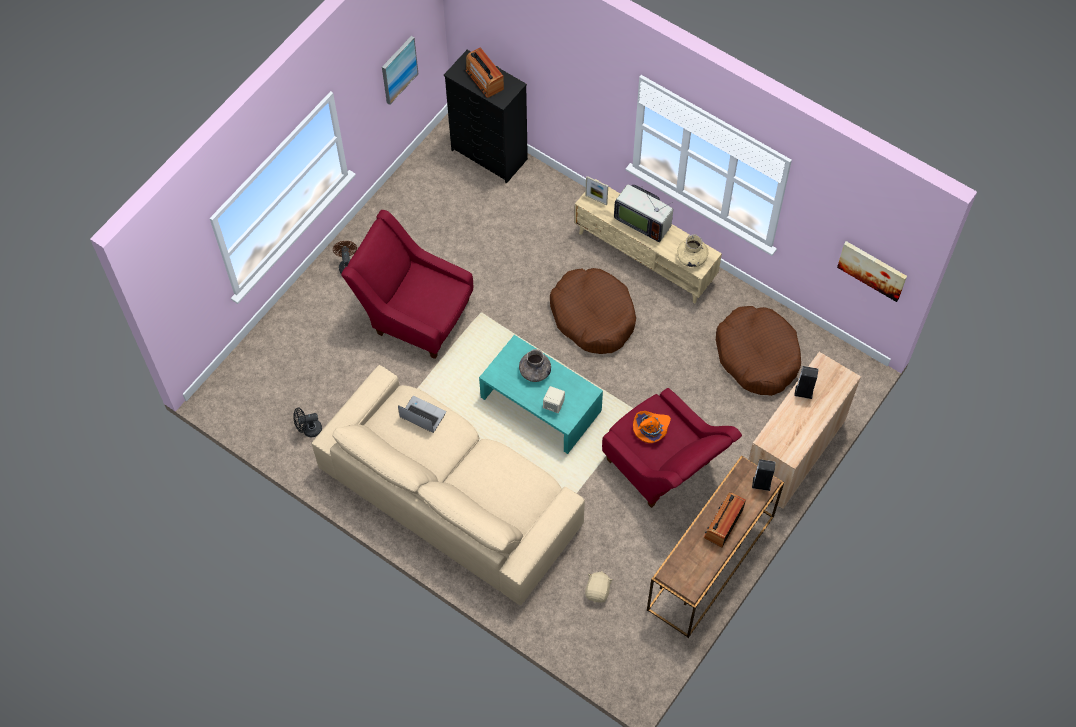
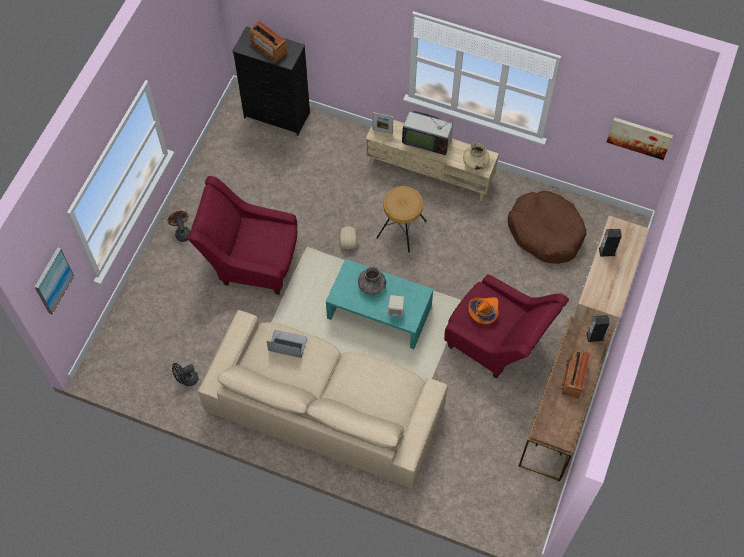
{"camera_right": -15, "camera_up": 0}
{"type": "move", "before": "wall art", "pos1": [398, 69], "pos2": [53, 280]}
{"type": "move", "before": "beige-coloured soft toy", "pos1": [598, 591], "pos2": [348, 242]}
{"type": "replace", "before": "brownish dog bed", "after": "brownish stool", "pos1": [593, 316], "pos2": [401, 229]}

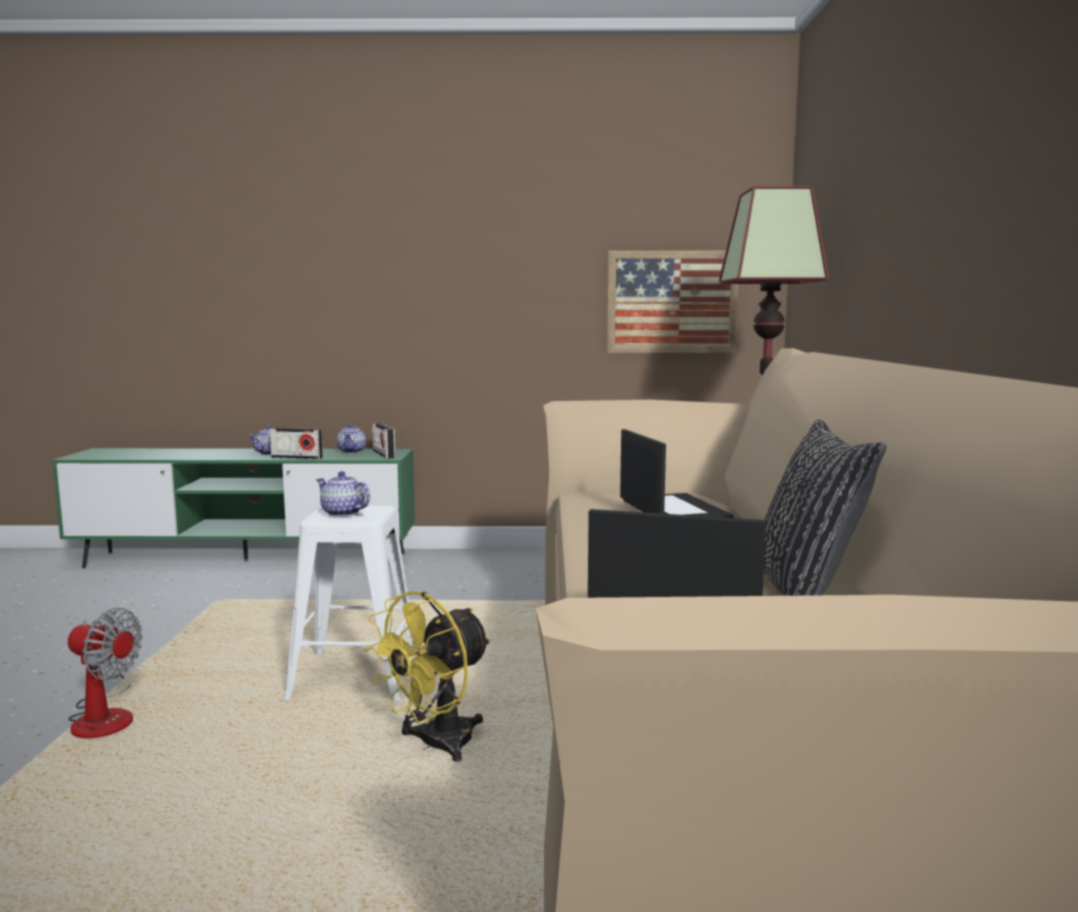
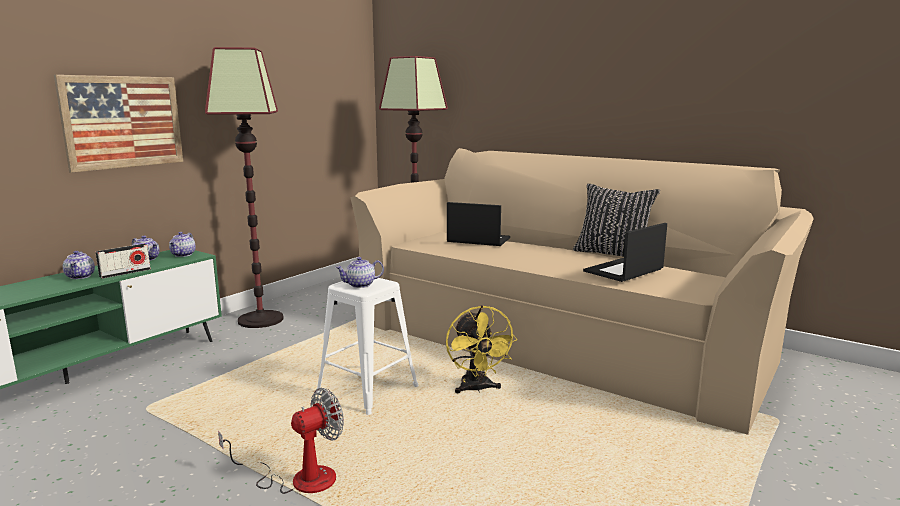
{"camera_right": -55, "camera_up": 5}
{"type": "insert", "after": "floor lamp", "pos2": [261, 319]}
{"type": "move", "before": "wall art", "pos1": [672, 302], "pos2": [123, 122]}
{"type": "replace", "before": "radio", "after": "tea pot", "pos1": [384, 454], "pos2": [183, 255]}

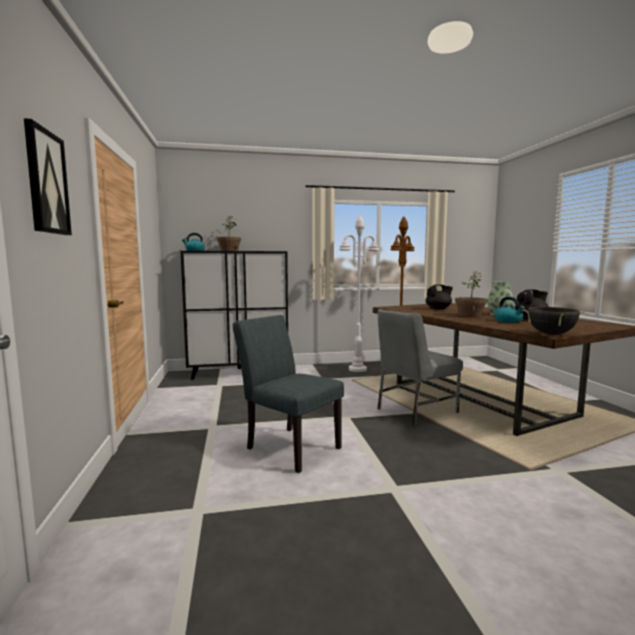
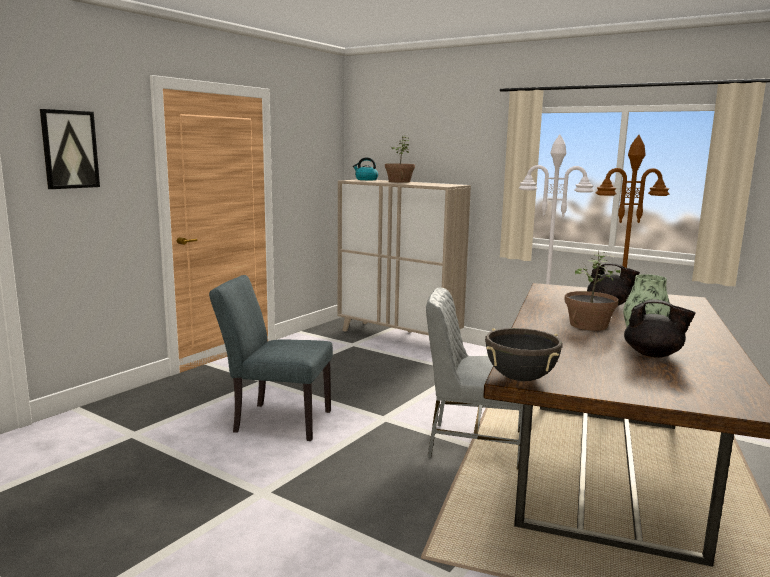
{"camera_right": 45, "camera_up": 5}
{"type": "delete", "before": "tea kettle", "pos1": [508, 321]}
{"type": "recolor", "before": "black-coloured cabinet", "after": "beige-coloured cabinet", "pos1": [239, 372], "pos2": [399, 336]}
{"type": "rotate", "before": "gray upright chair", "pos1": [288, 446], "pos2": [275, 420], "turn": -75}

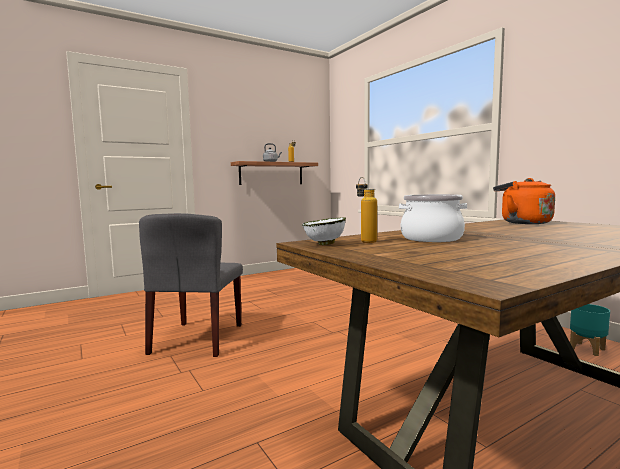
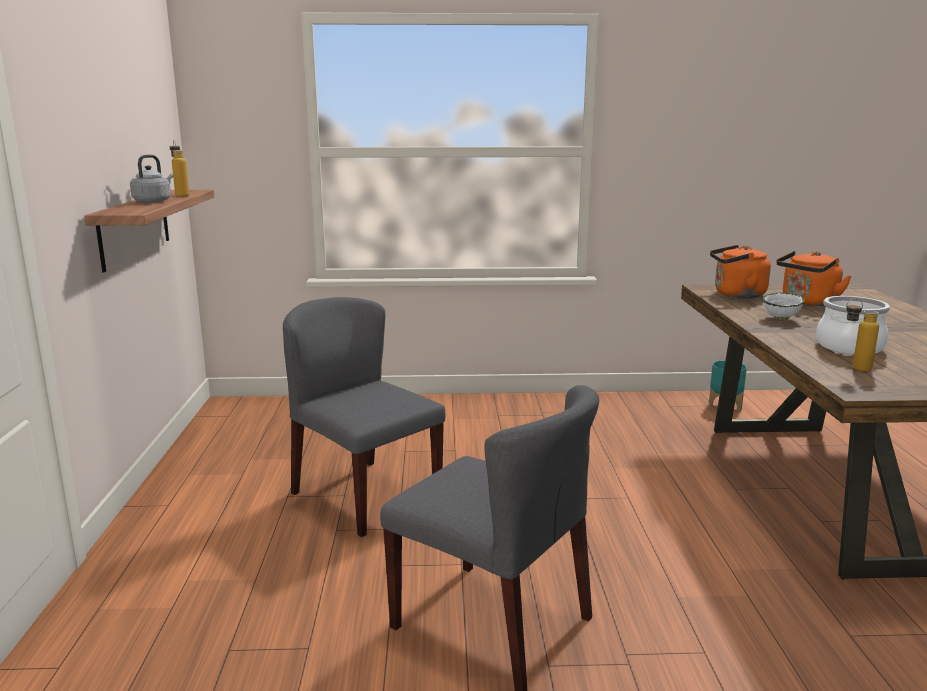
{"camera_right": -60, "camera_up": 10}
{"type": "insert", "after": "gray upright chair", "pos2": [364, 496]}
{"type": "insert", "after": "orange tea kettle", "pos2": [807, 302]}
{"type": "move", "before": "white bowl", "pos1": [325, 244], "pos2": [781, 318]}

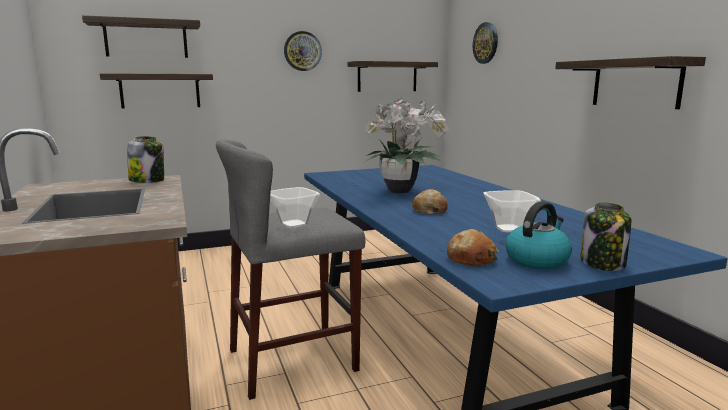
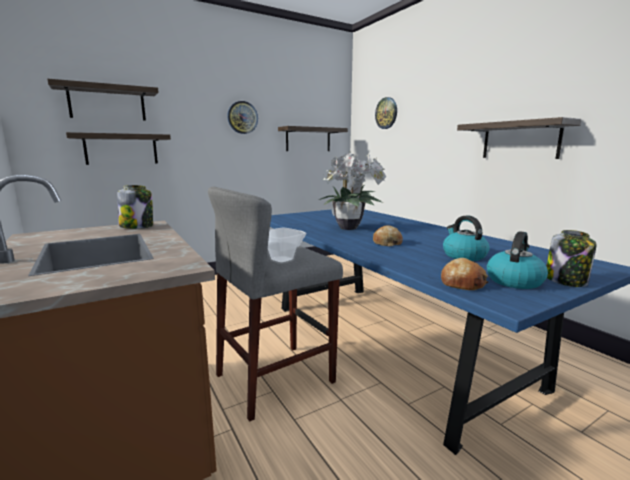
{"camera_right": -10, "camera_up": 0}
{"type": "replace", "before": "bowl", "after": "tea kettle", "pos1": [508, 229], "pos2": [463, 255]}

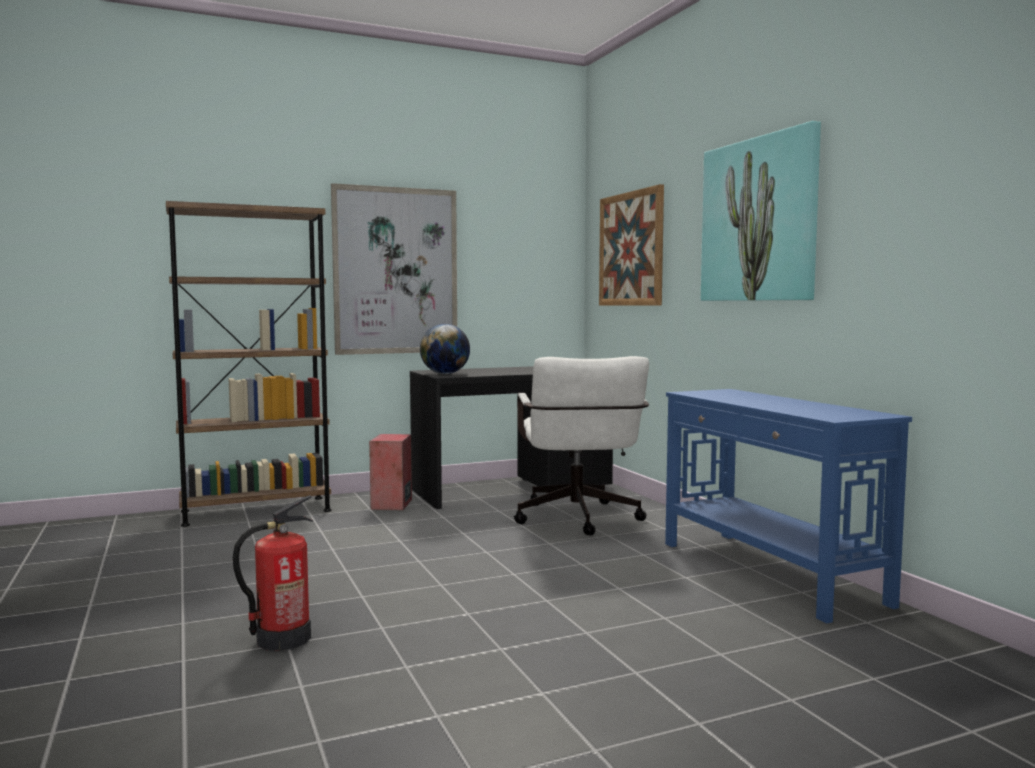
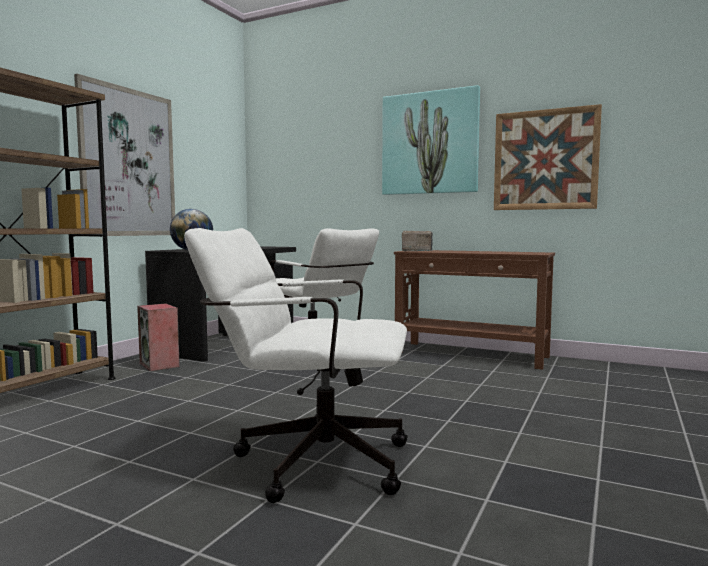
{"camera_right": -40, "camera_up": 0}
{"type": "insert", "after": "radio", "pos2": [417, 251]}
{"type": "move", "before": "wall art", "pos1": [631, 249], "pos2": [545, 160]}
{"type": "replace", "before": "extinguisher", "after": "white office chair", "pos1": [282, 639], "pos2": [308, 460]}
{"type": "recolor", "before": "bluish hall table", "after": "brownish hall table", "pos1": [768, 573], "pos2": [471, 355]}

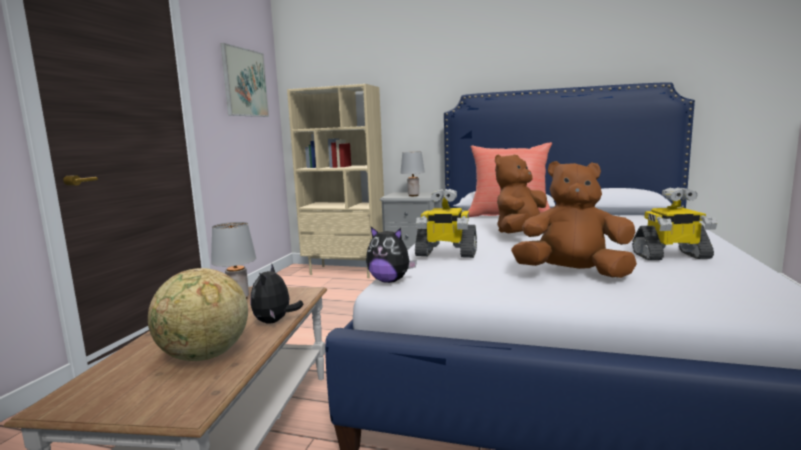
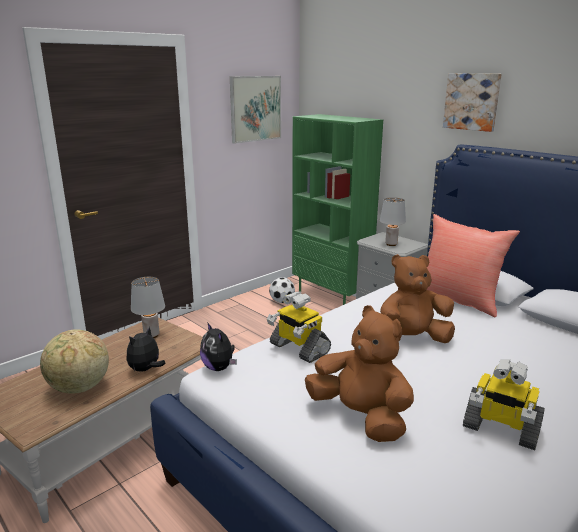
{"camera_right": 30, "camera_up": 10}
{"type": "insert", "after": "football", "pos2": [281, 301]}
{"type": "insert", "after": "wall art", "pos2": [472, 101]}
{"type": "recolor", "before": "beige-coloured shelving unit", "after": "green-coloured shelving unit", "pos1": [345, 271], "pos2": [331, 297]}

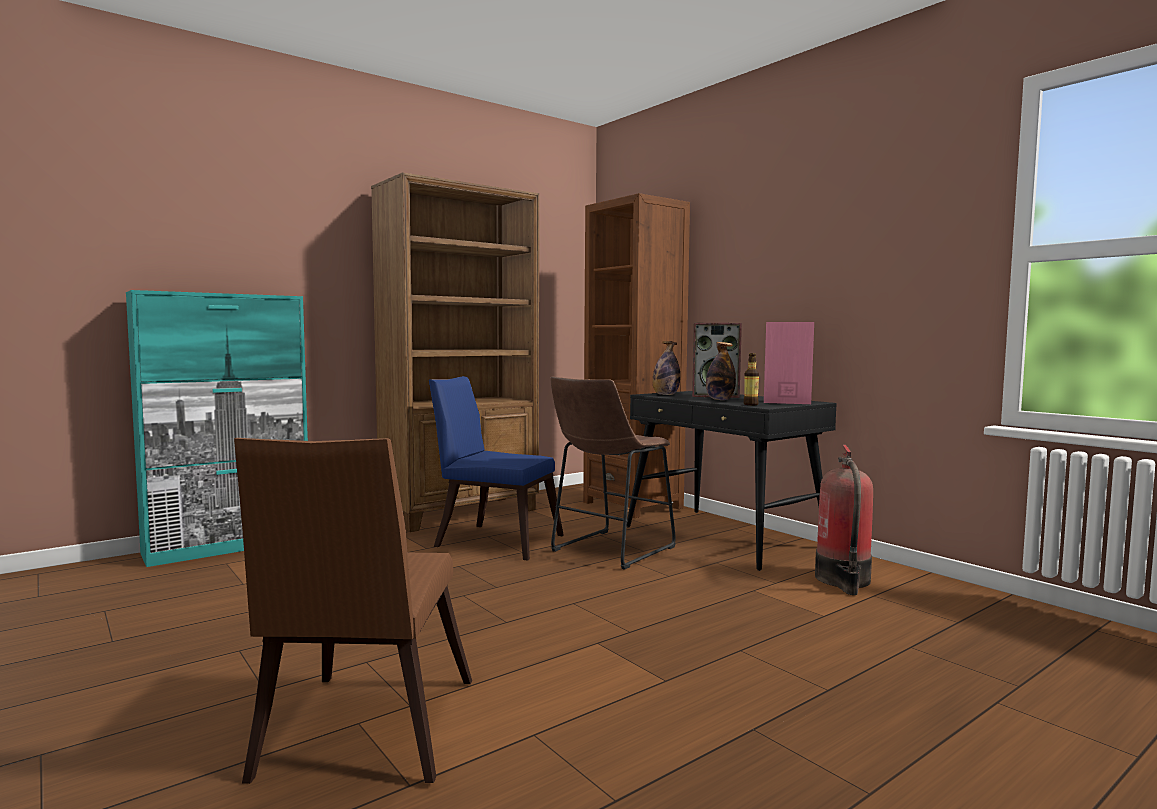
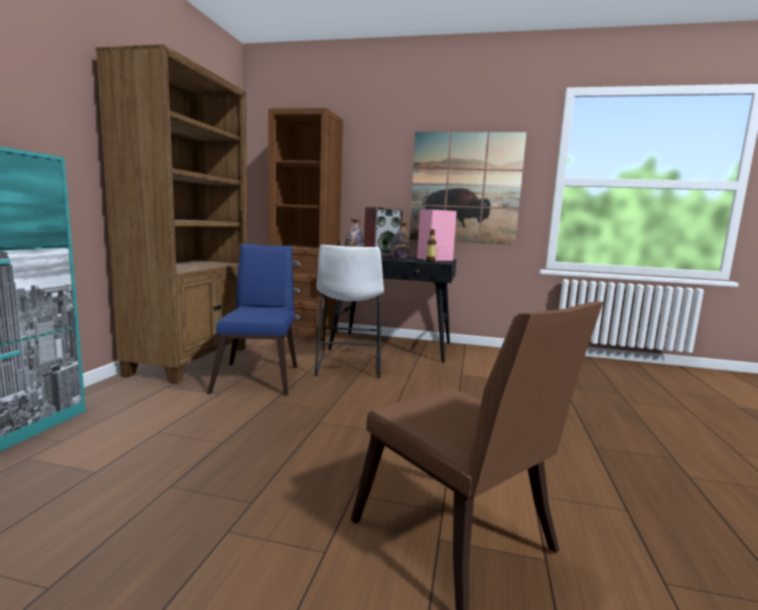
{"camera_right": -40, "camera_up": 5}
{"type": "delete", "before": "extinguisher", "pos1": [843, 580]}
{"type": "insert", "after": "wall art", "pos2": [465, 188]}
{"type": "recolor", "before": "brownish stool", "after": "white stool", "pos1": [608, 550], "pos2": [348, 367]}
{"type": "rotate", "before": "bluish upright chair", "pos1": [493, 540], "pos2": [259, 376], "turn": 105}

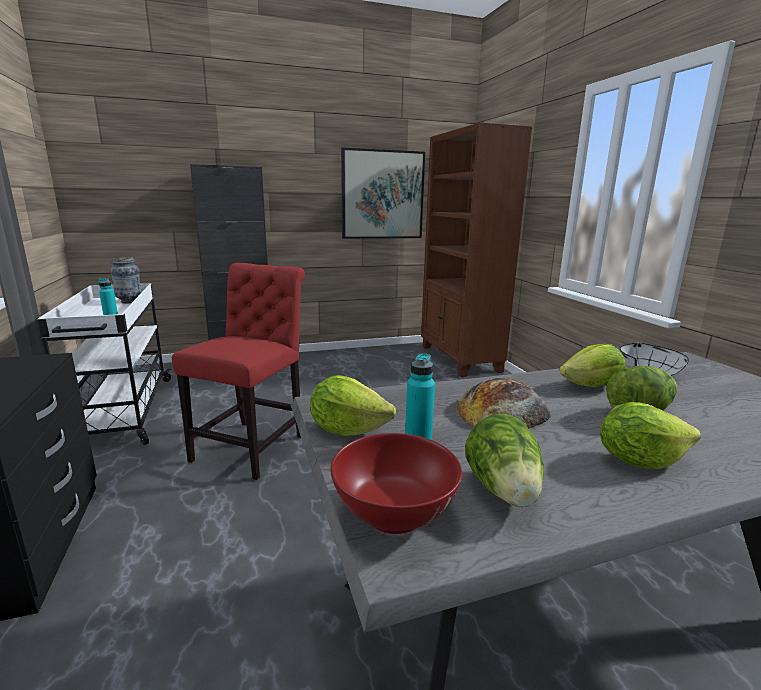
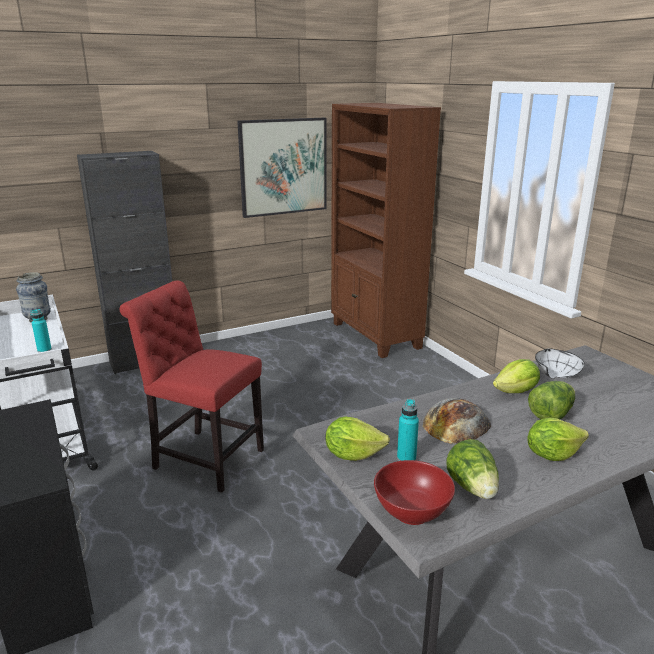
{"camera_right": -10, "camera_up": 5}
{"type": "rotate", "before": "reddish upright chair", "pos1": [253, 446], "pos2": [204, 458], "turn": -75}

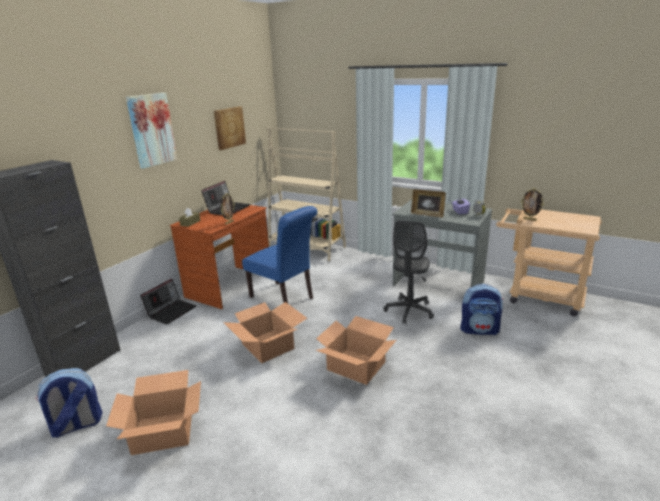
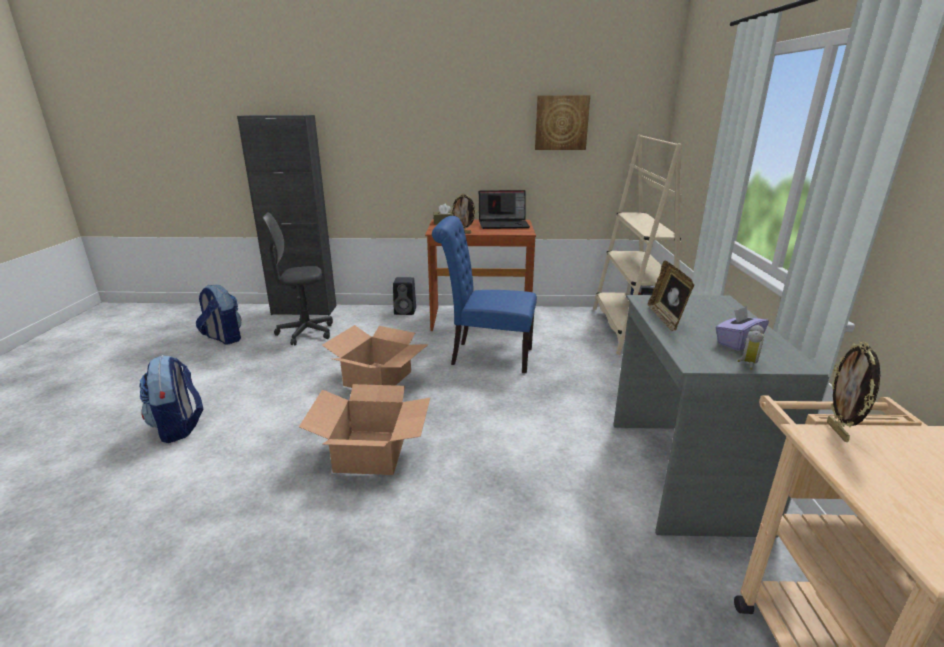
{"camera_right": 60, "camera_up": 0}
{"type": "delete", "before": "cardboard box", "pos1": [163, 431]}
{"type": "delete", "before": "wall art", "pos1": [151, 130]}
{"type": "move", "before": "gray office chair", "pos1": [409, 311], "pos2": [306, 333]}
{"type": "move", "before": "backpack", "pos1": [479, 330], "pos2": [179, 427]}
{"type": "replace", "before": "notebook computer", "after": "black-coloured loudspeaker", "pos1": [171, 311], "pos2": [406, 311]}
{"type": "rotate", "before": "bluish upright chair", "pos1": [284, 298], "pos2": [486, 356], "turn": 90}

